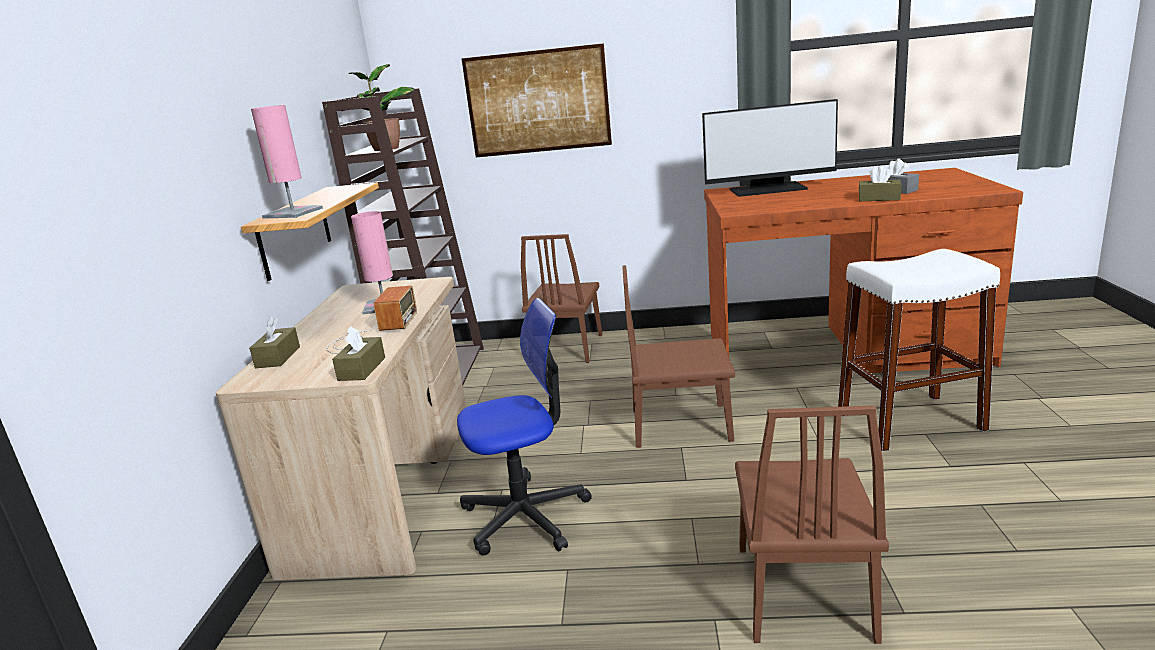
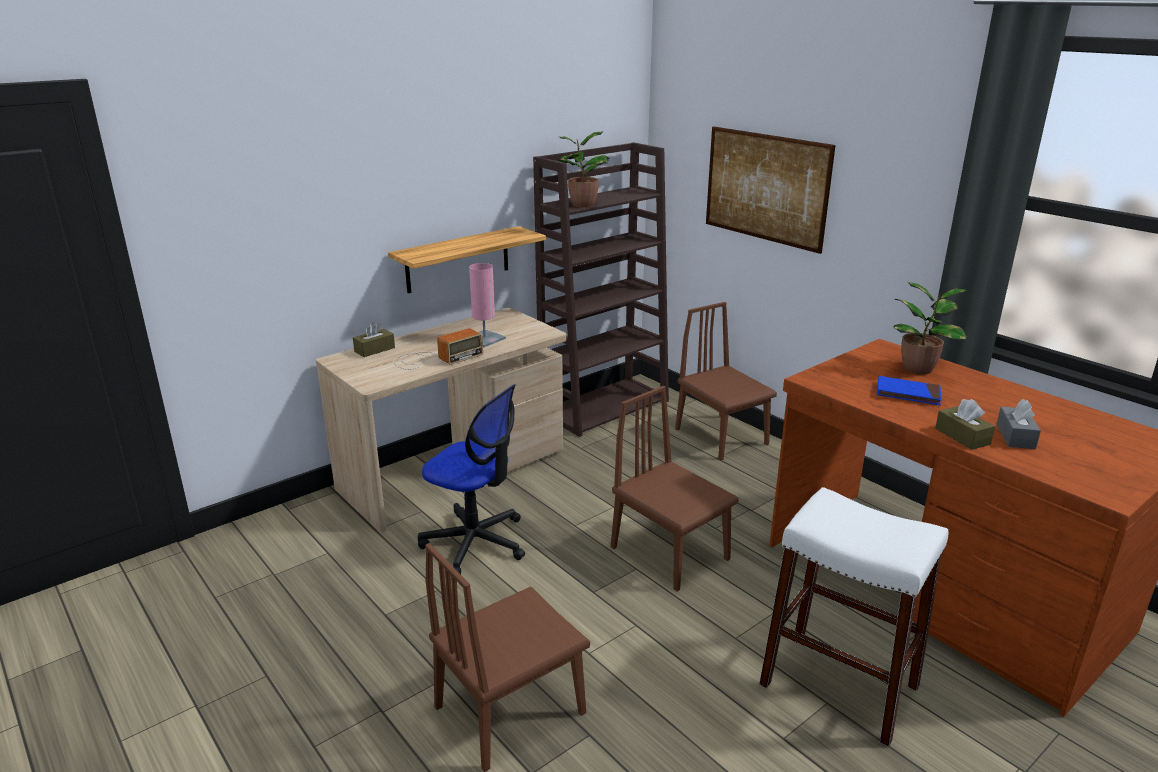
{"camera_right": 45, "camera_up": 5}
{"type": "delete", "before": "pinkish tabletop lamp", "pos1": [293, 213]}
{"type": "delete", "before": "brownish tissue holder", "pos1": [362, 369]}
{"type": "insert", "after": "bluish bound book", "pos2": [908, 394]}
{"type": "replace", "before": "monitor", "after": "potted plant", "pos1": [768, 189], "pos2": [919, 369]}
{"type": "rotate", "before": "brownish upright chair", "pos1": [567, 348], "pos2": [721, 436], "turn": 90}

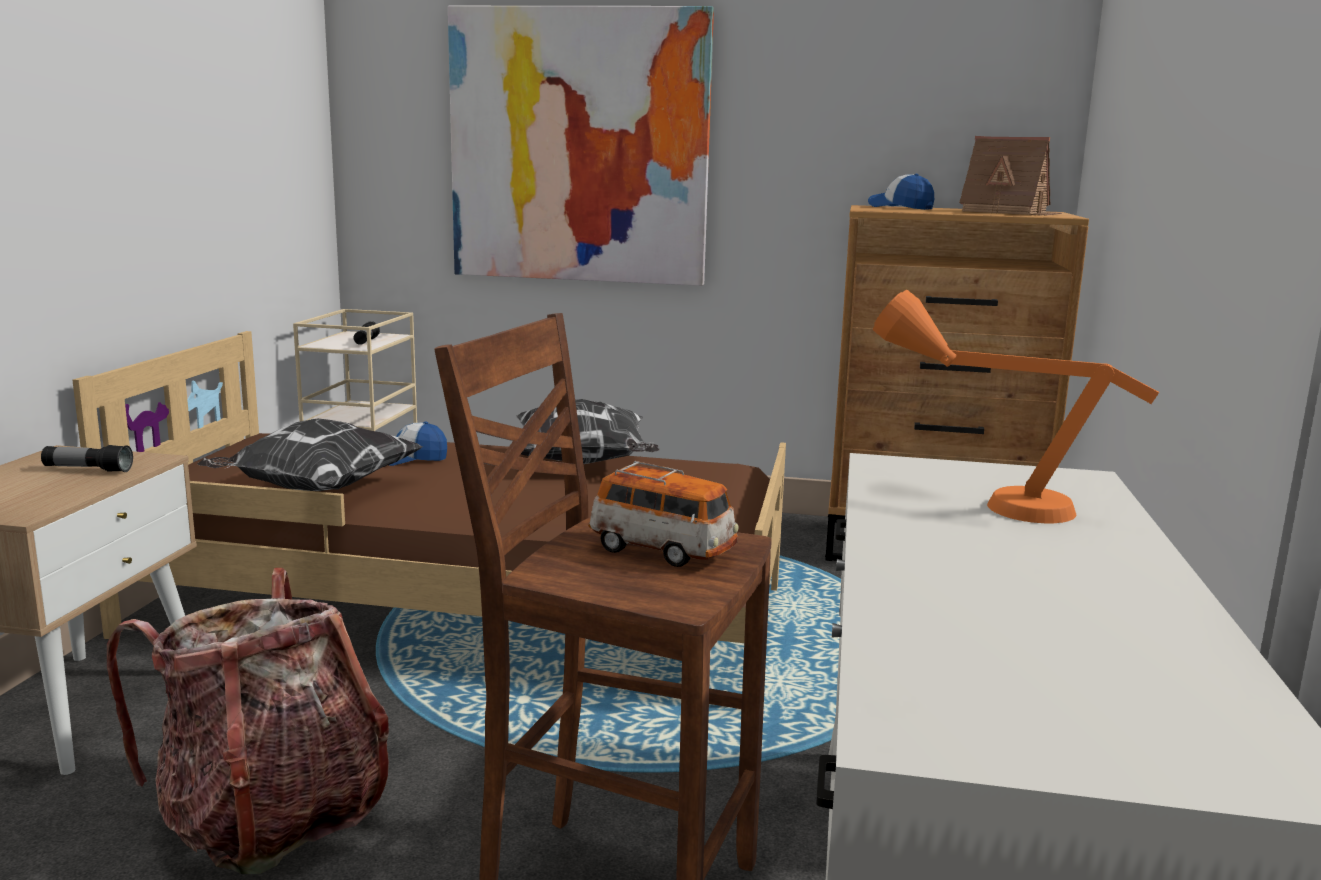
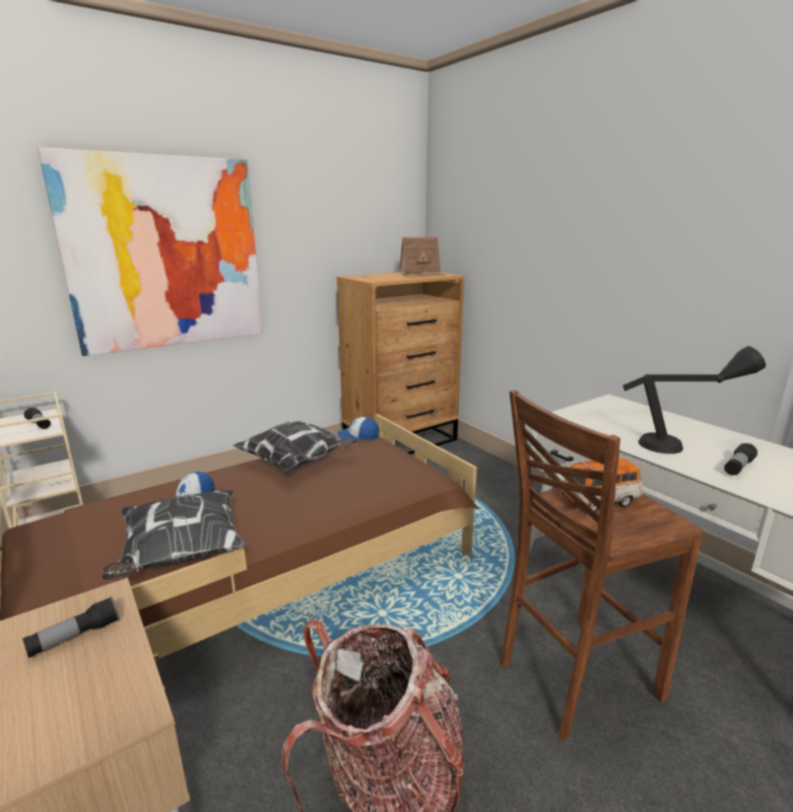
{"camera_right": -45, "camera_up": 5}
{"type": "delete", "before": "orange tabletop lamp", "pos1": [985, 501]}
{"type": "insert", "after": "black-coloured tabletop lamp", "pos2": [681, 444]}
{"type": "insert", "after": "flashlight", "pos2": [737, 467]}
{"type": "move", "before": "baseball cap", "pos1": [900, 207], "pos2": [358, 437]}

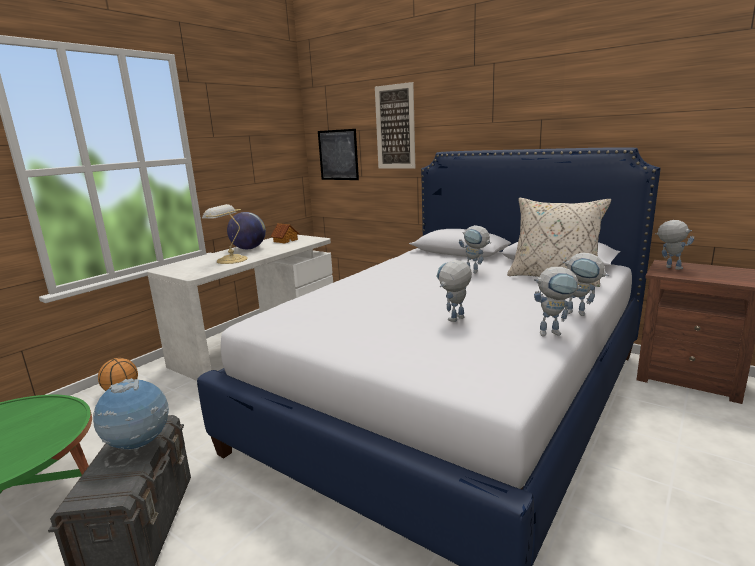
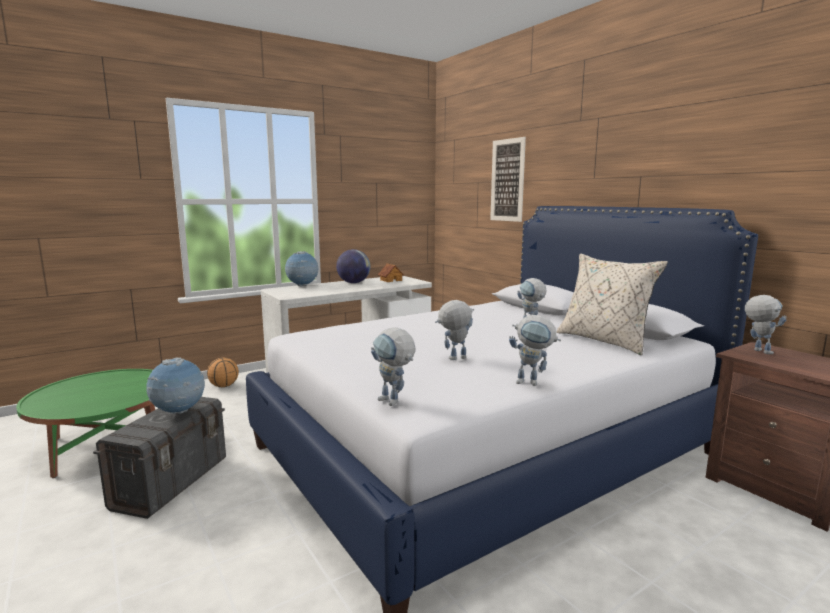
{"camera_right": 20, "camera_up": -5}
{"type": "delete", "before": "tabletop lamp", "pos1": [230, 260]}
{"type": "delete", "before": "wall art", "pos1": [338, 155]}
{"type": "insert", "after": "world globe", "pos2": [302, 286]}
{"type": "move", "before": "robot figure", "pos1": [581, 313], "pos2": [394, 402]}

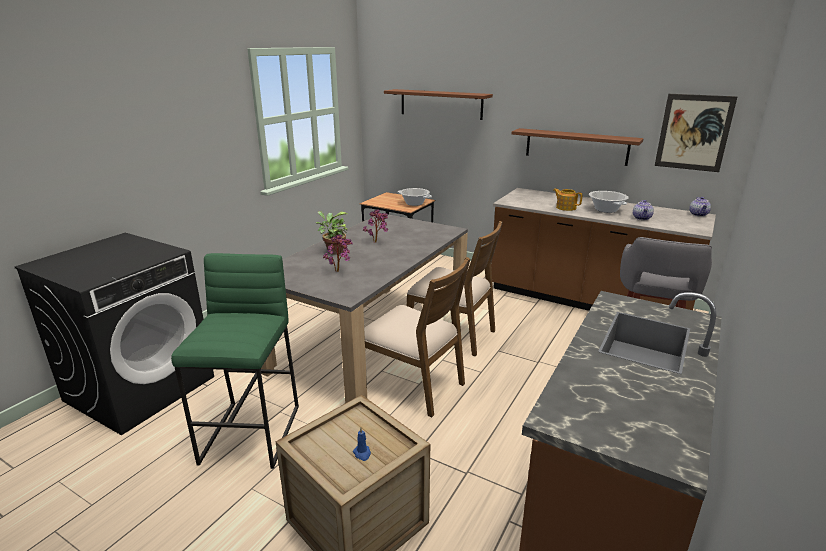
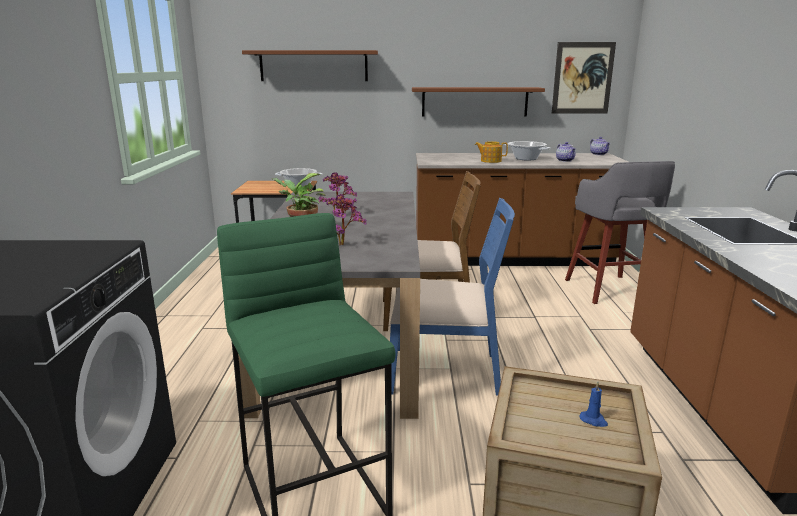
{"camera_right": -30, "camera_up": -5}
{"type": "recolor", "before": "brownish upright chair", "after": "bluish upright chair", "pos1": [413, 385], "pos2": [445, 371]}

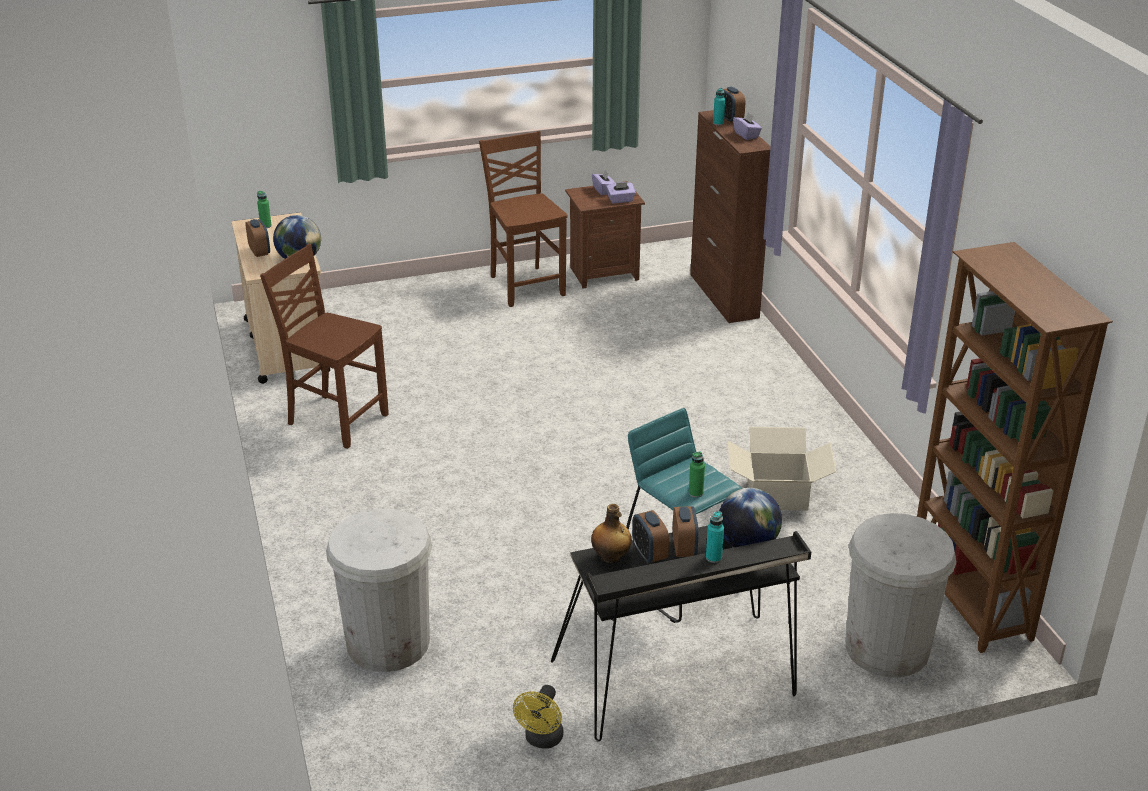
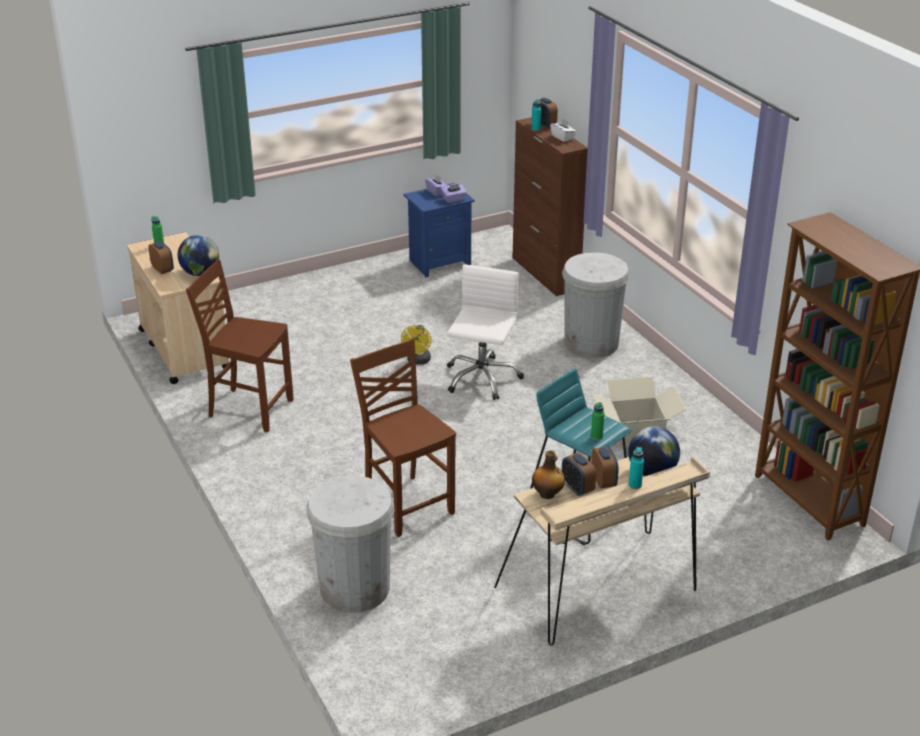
{"camera_right": -10, "camera_up": 0}
{"type": "insert", "after": "white office chair", "pos2": [481, 378]}
{"type": "move", "before": "brownish upright chair", "pos1": [526, 285], "pos2": [407, 504]}
{"type": "move", "before": "yellowish cooling fan", "pos1": [542, 740], "pos2": [418, 361]}
{"type": "move", "before": "white waste bin", "pos1": [887, 648], "pos2": [591, 343]}
{"type": "recolor", "before": "black-coloured desk table", "after": "beige-coloured desk table", "pos1": [677, 681], "pos2": [600, 590]}
{"type": "recolor", "before": "brownish bedside table", "after": "bluish bedside table", "pos1": [603, 273], "pos2": [439, 263]}
{"type": "recolor", "before": "purple-coloured tissue holder", "after": "white tissue holder", "pos1": [746, 135], "pos2": [562, 137]}

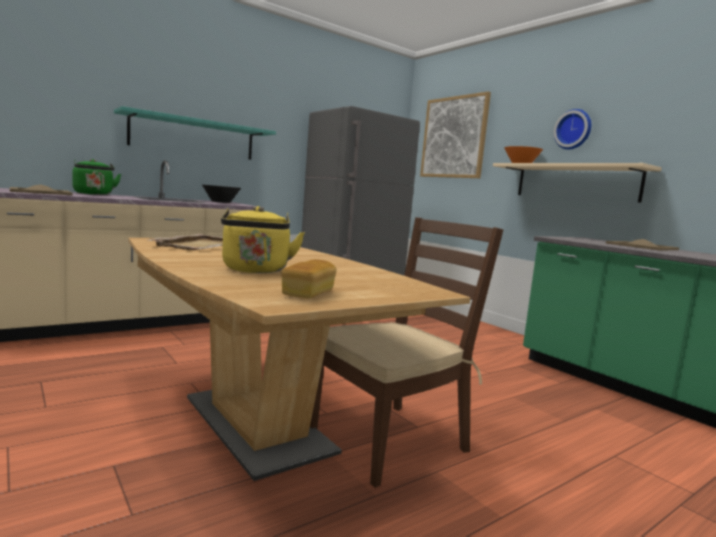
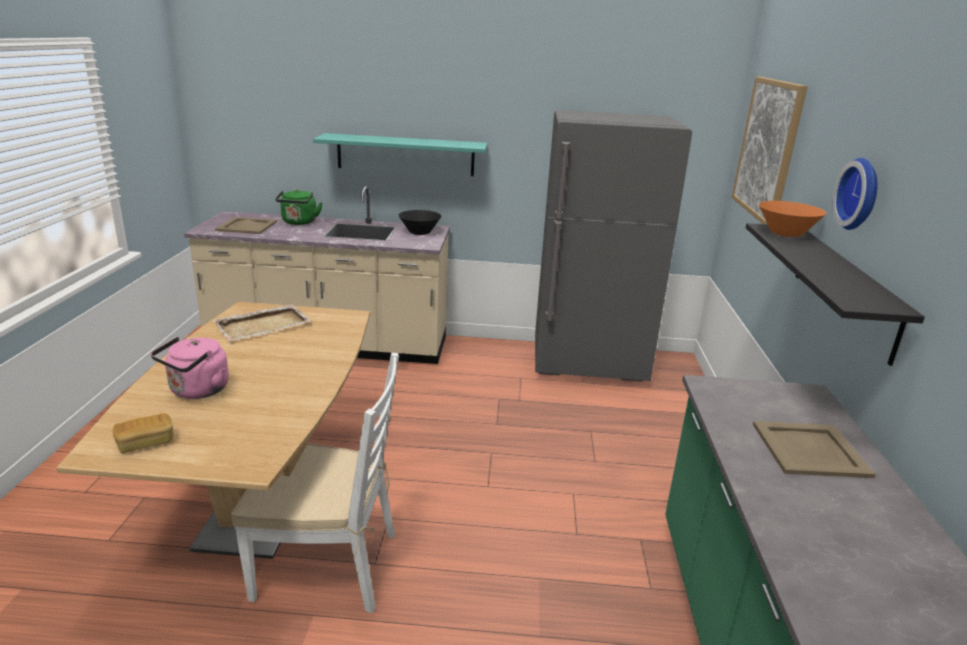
{"camera_right": 40, "camera_up": 15}
{"type": "recolor", "before": "yellowish tea kettle", "after": "pinkish tea kettle", "pos1": [256, 270], "pos2": [197, 391]}
{"type": "recolor", "before": "brownish upright chair", "after": "white upright chair", "pos1": [389, 440], "pos2": [328, 565]}
{"type": "recolor", "before": "beige-coloured wall shelf", "after": "black-coloured wall shelf", "pos1": [575, 182], "pos2": [844, 289]}

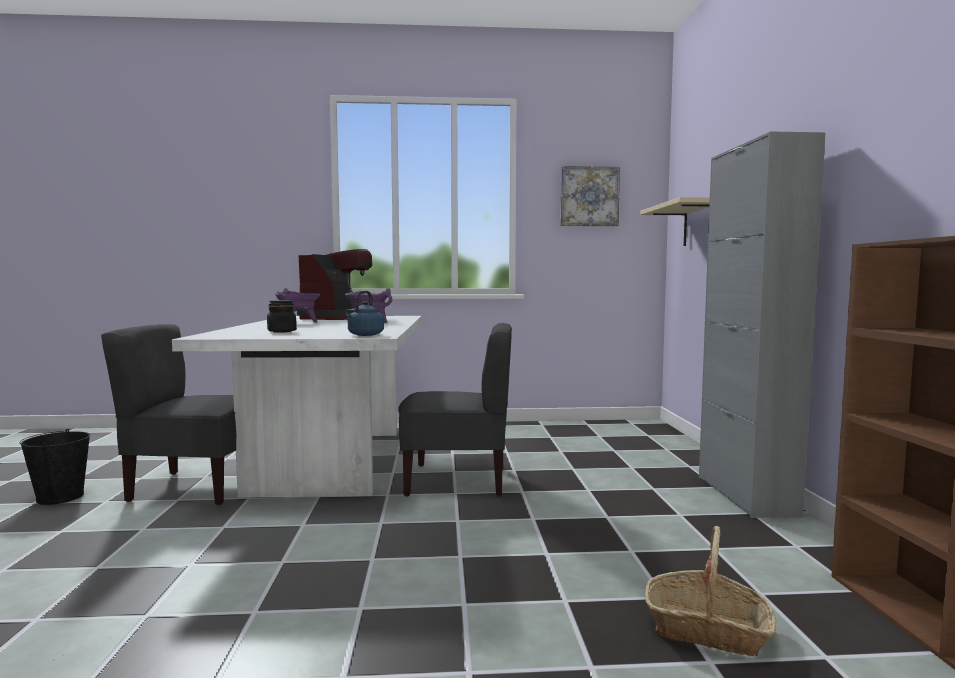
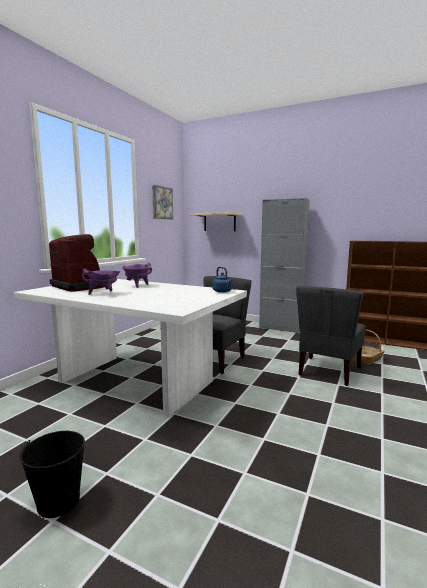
{"camera_right": -60, "camera_up": 5}
{"type": "delete", "before": "black-coloured jar", "pos1": [282, 331]}
{"type": "move", "before": "gray upright chair", "pos1": [195, 487], "pos2": [328, 371]}

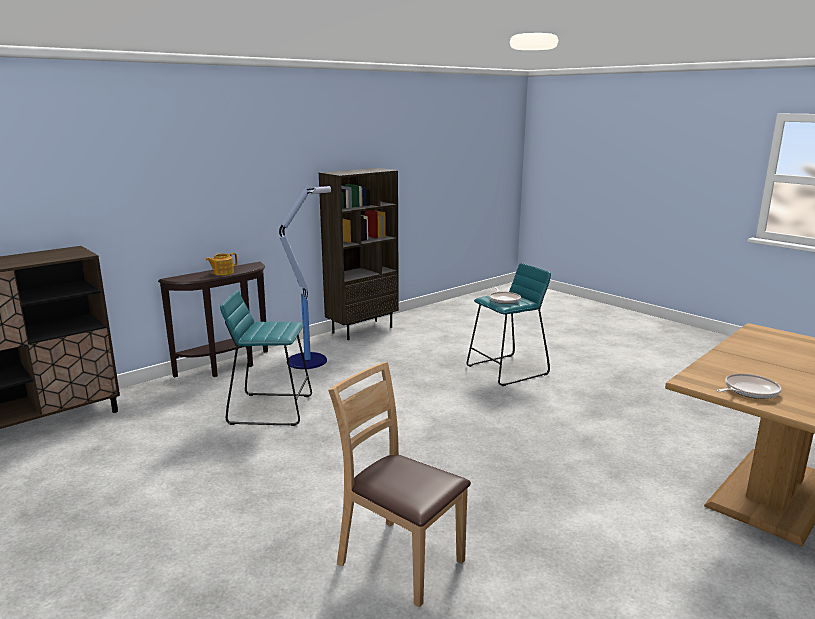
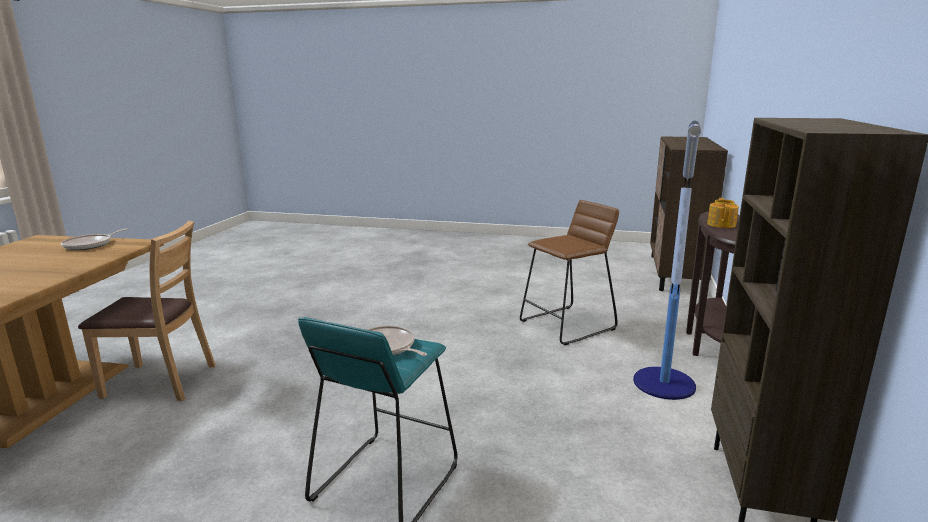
{"camera_right": 145, "camera_up": 0}
{"type": "move", "before": "brownish upright chair", "pos1": [400, 560], "pos2": [161, 382]}
{"type": "recolor", "before": "blue-green stool", "after": "brownish stool", "pos1": [271, 409], "pos2": [567, 325]}

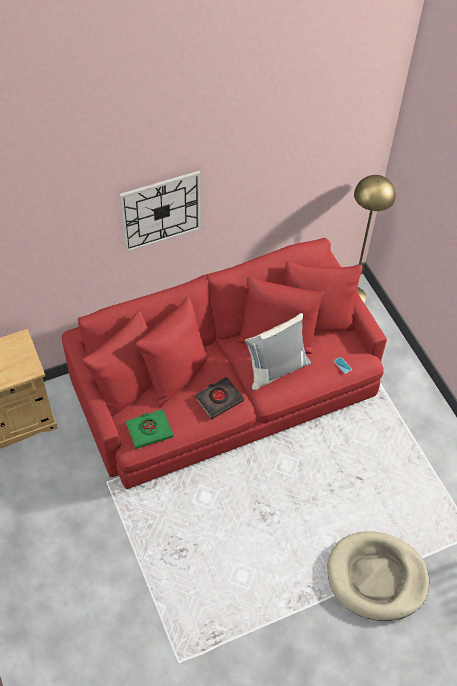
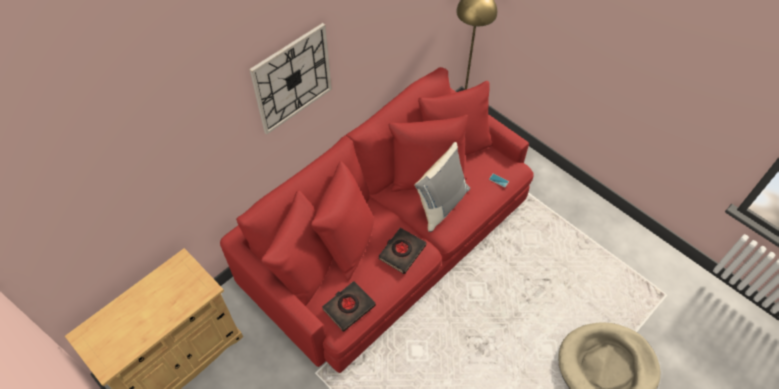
{"camera_right": -20, "camera_up": 0}
{"type": "recolor", "before": "green-coloured bound book", "after": "black-coloured bound book", "pos1": [149, 430], "pos2": [348, 307]}

